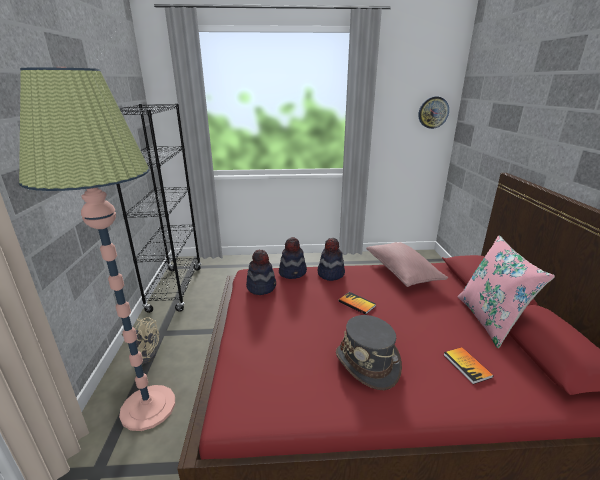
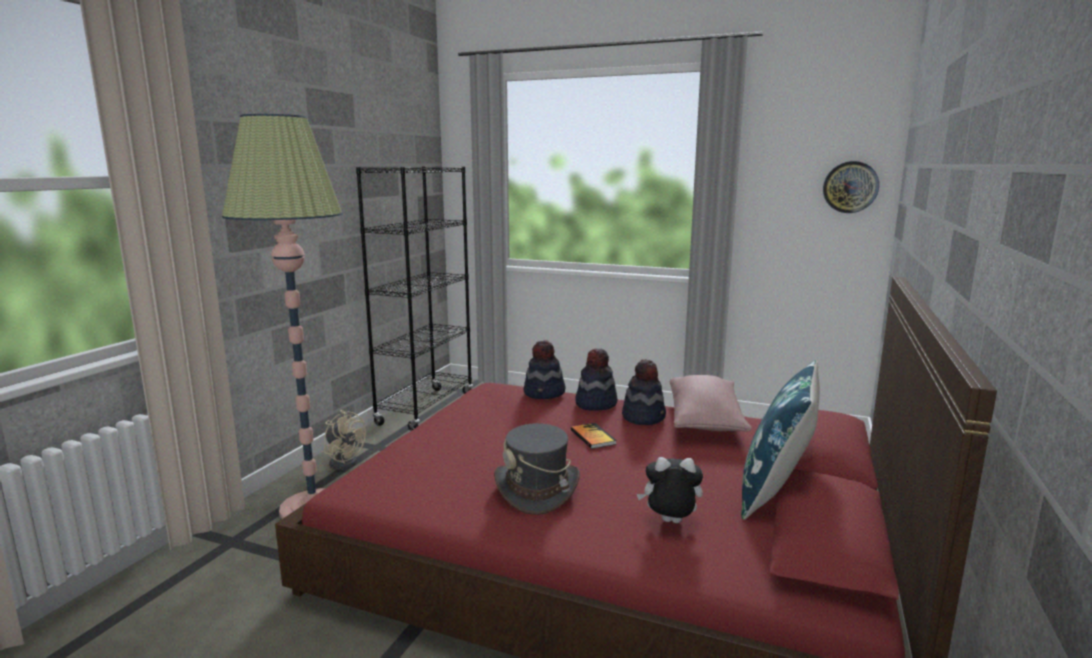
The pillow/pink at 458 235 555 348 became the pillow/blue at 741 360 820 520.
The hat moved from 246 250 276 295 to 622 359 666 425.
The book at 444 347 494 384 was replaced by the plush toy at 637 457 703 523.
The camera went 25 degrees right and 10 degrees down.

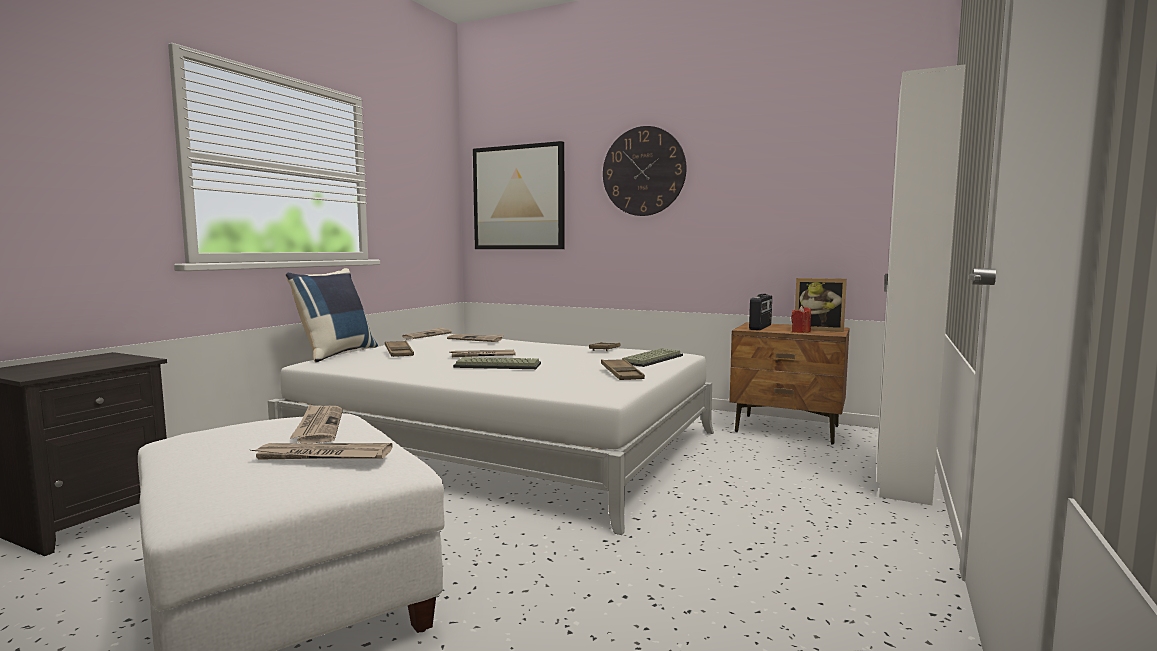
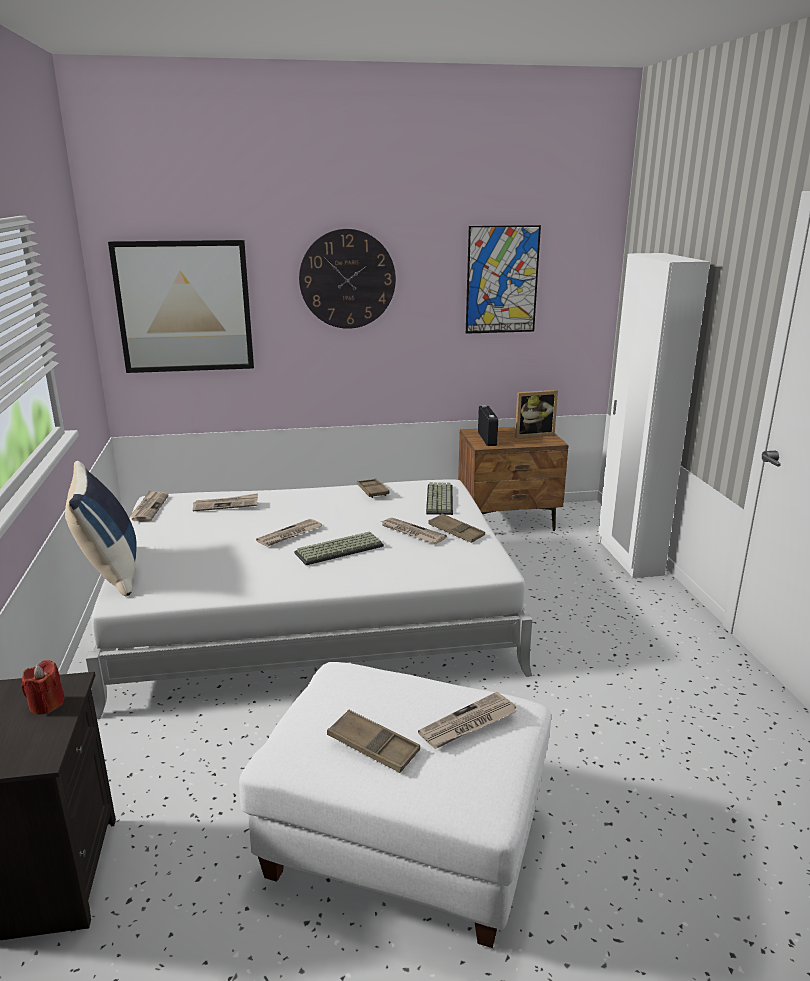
The candle/red moved from 791 306 811 333 to 21 660 65 715.
The tray/brown moved from 385 340 414 357 to 327 709 420 773.
The newspaper moved from 290 404 343 443 to 381 518 447 544.
The picture at 466 225 541 334 appeared.
The camera went 35 degrees left and 15 degrees up.

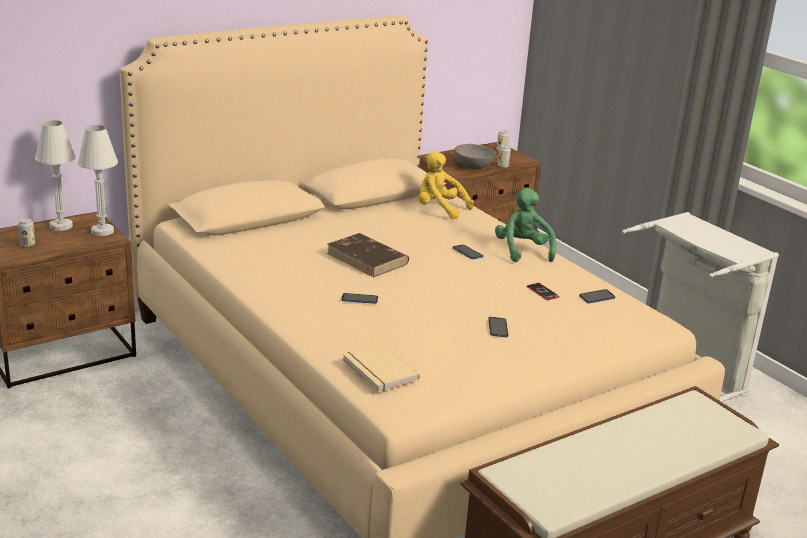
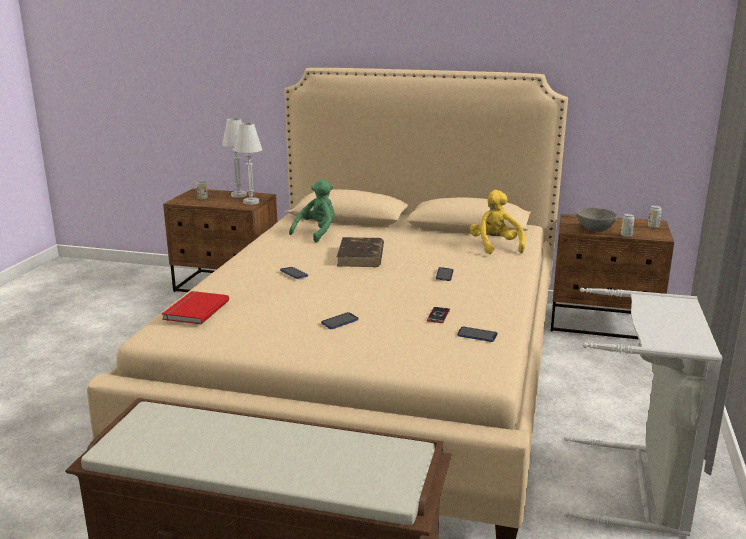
The plush toy/green moved from 495 188 556 262 to 289 179 335 242.
The book/beige at 342 343 420 392 became the book/red at 162 291 229 324.
The camera went 50 degrees right and 5 degrees down.

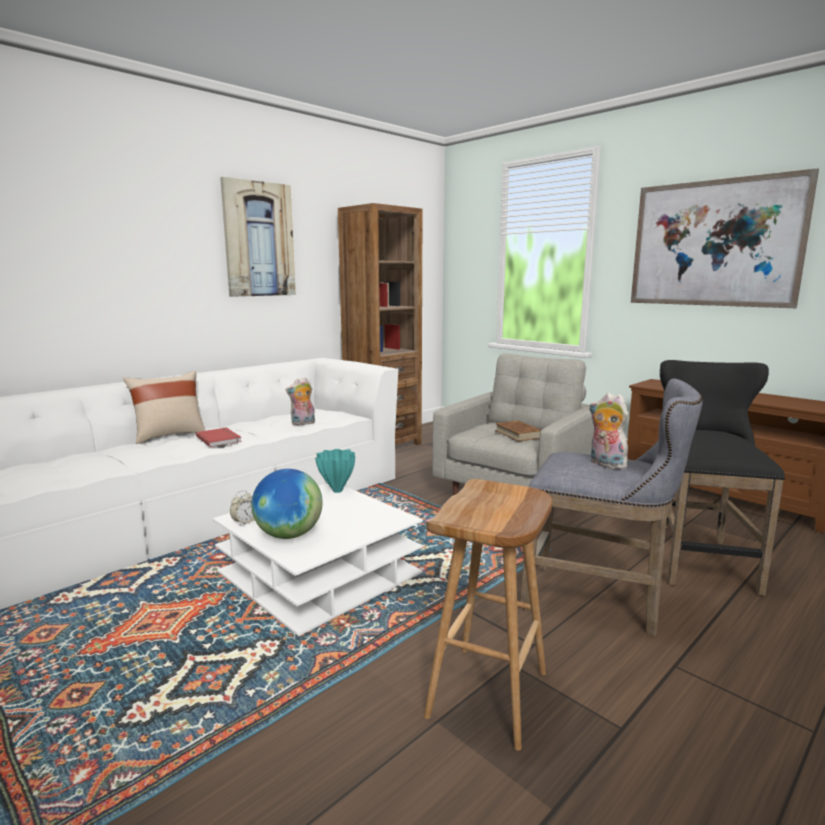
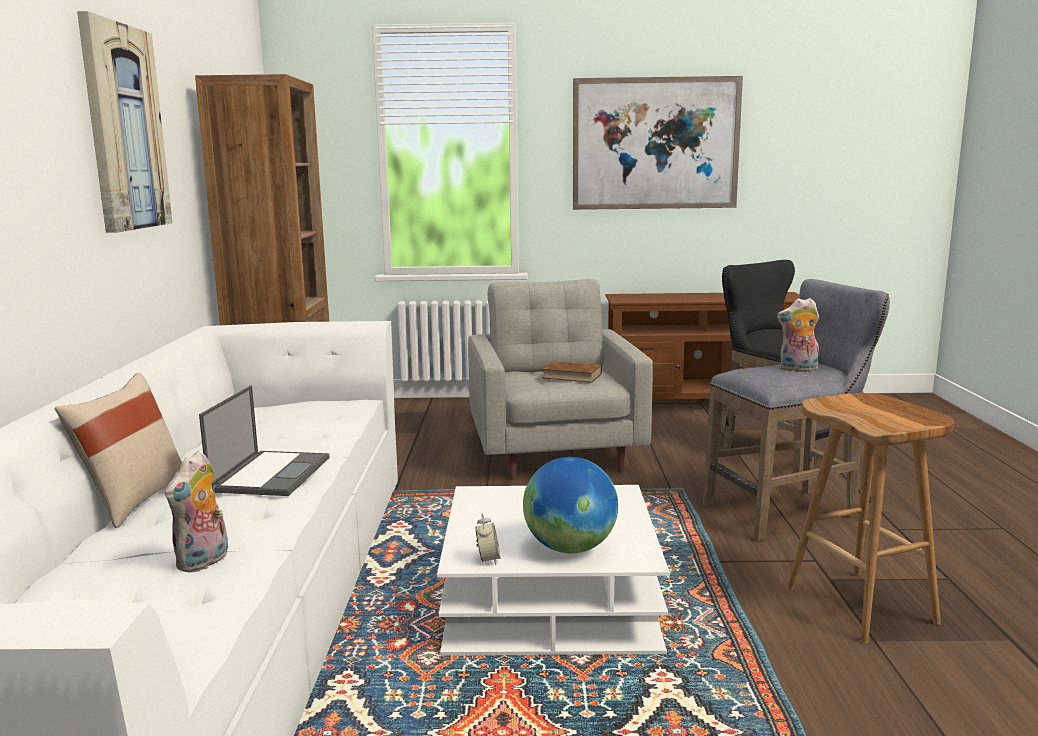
The plush toy moved from 286 377 315 425 to 165 451 228 573.
The book/red at 196 427 242 447 was replaced by the laptop at 199 385 329 496.
The vase/turquoise at 315 449 355 493 disappeared.
The camera went 45 degrees left and 0 degrees up.

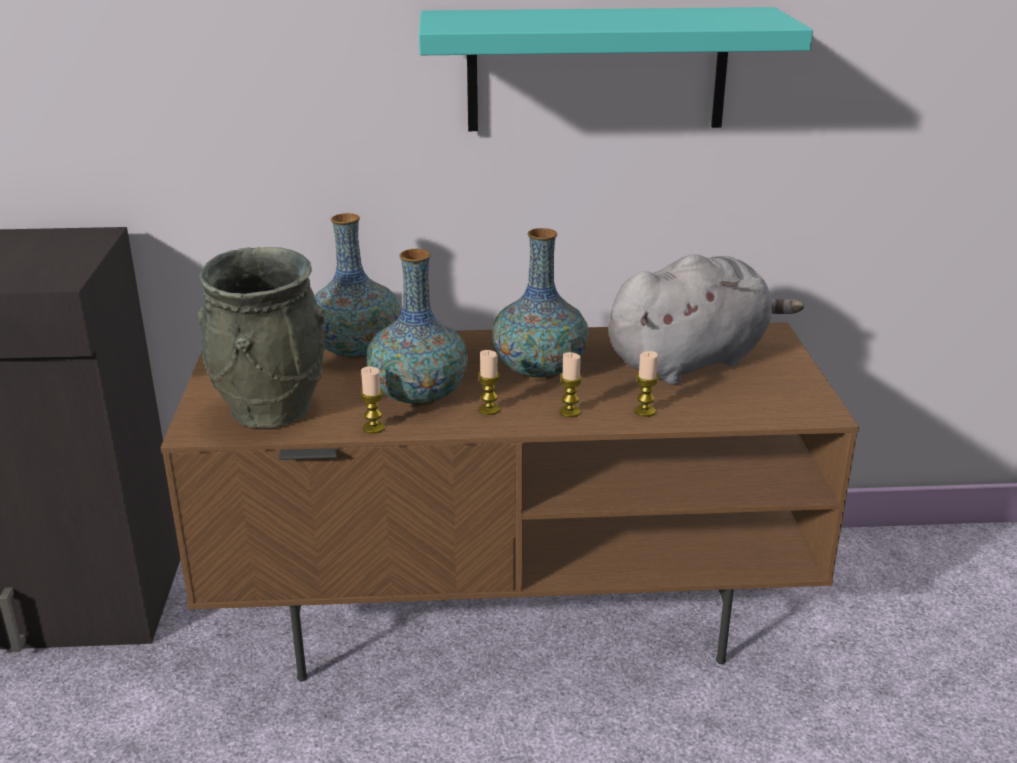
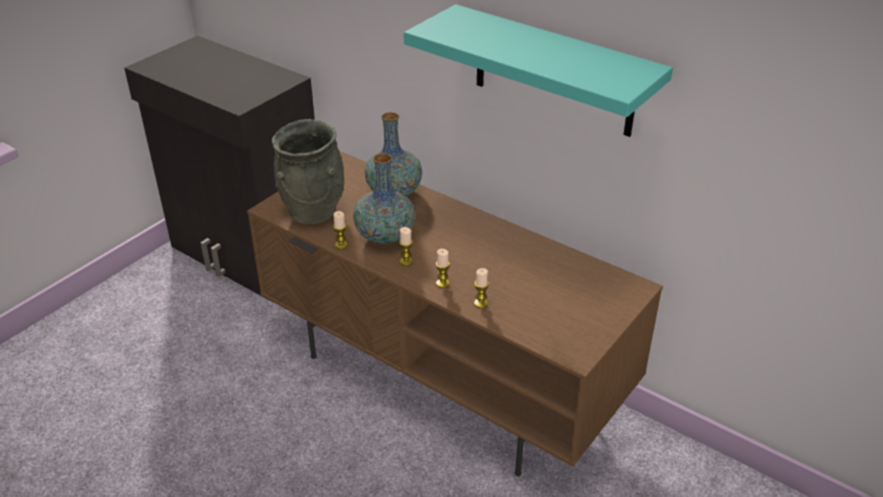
The vase at 492 228 589 380 disappeared.
The plush toy/grey at 608 254 804 385 disappeared.
The camera went 40 degrees right and 10 degrees up.

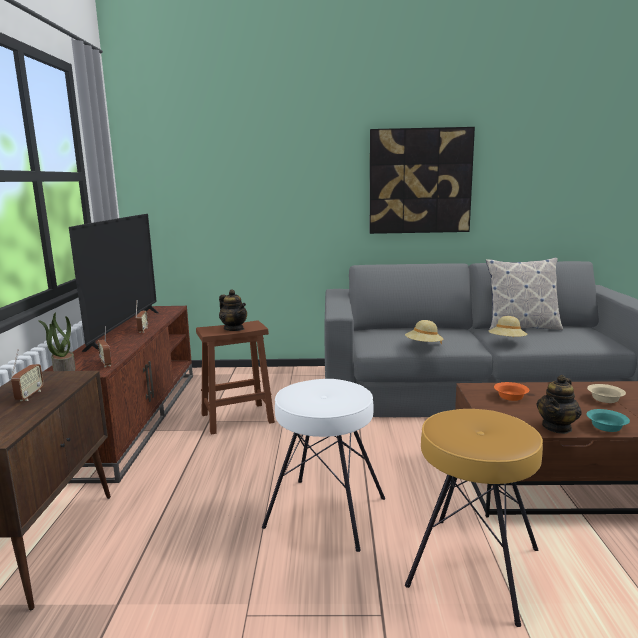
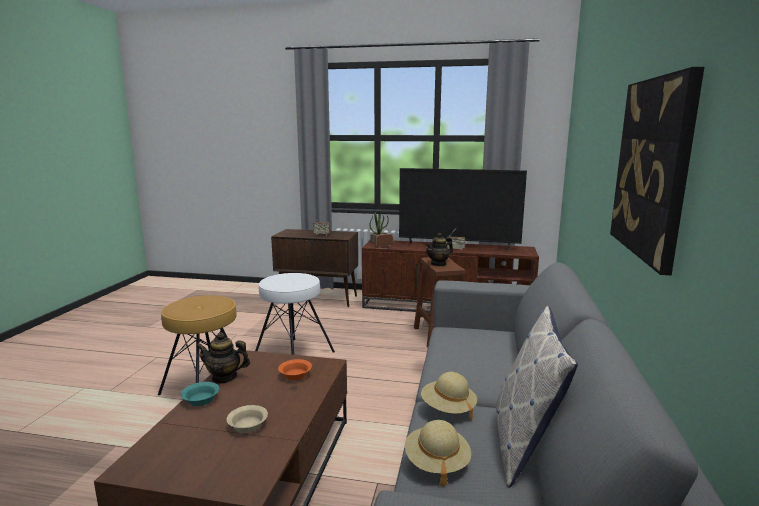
The hat/beige moved from 405 320 443 344 to 405 420 471 487.
The teapot at 537 375 582 434 turned 45 degrees counterclockwise.
The camera went 100 degrees right and 0 degrees up.

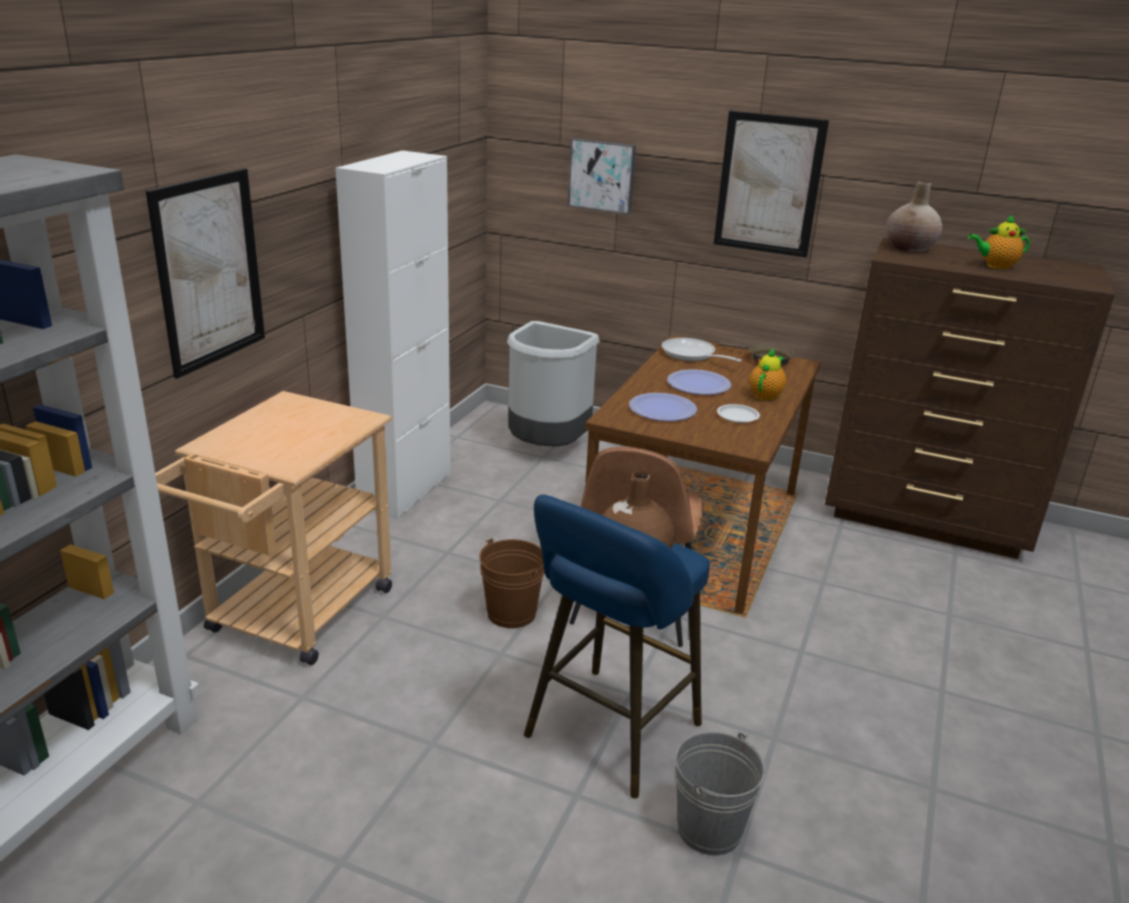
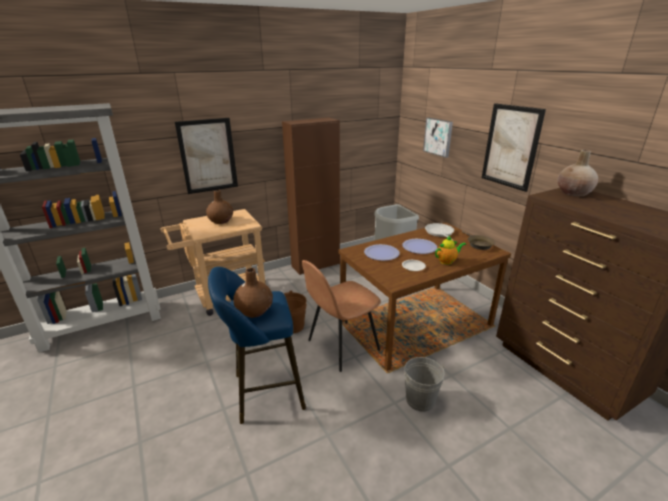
The cabinet/white at 335 150 451 520 became the cabinet/brown at 282 117 340 275.
The teapot at 968 214 1030 270 disappeared.
The bucket/grey moved from 675 732 765 855 to 404 357 446 412.
The vase/brown at 206 190 233 224 appeared.
The camera went 40 degrees right and 0 degrees up.

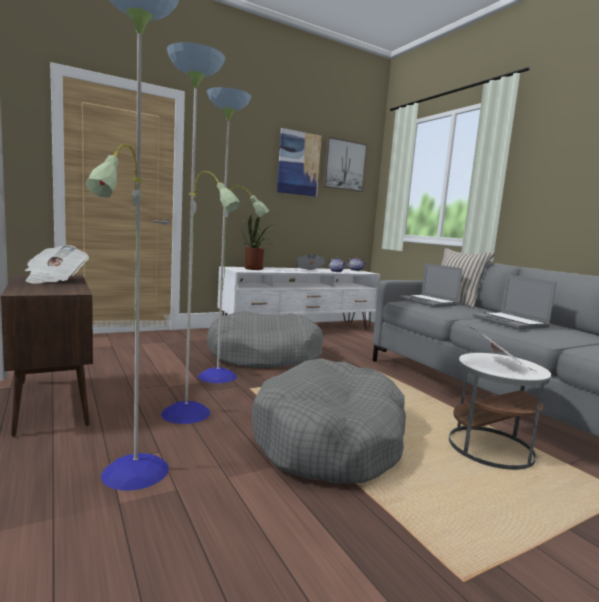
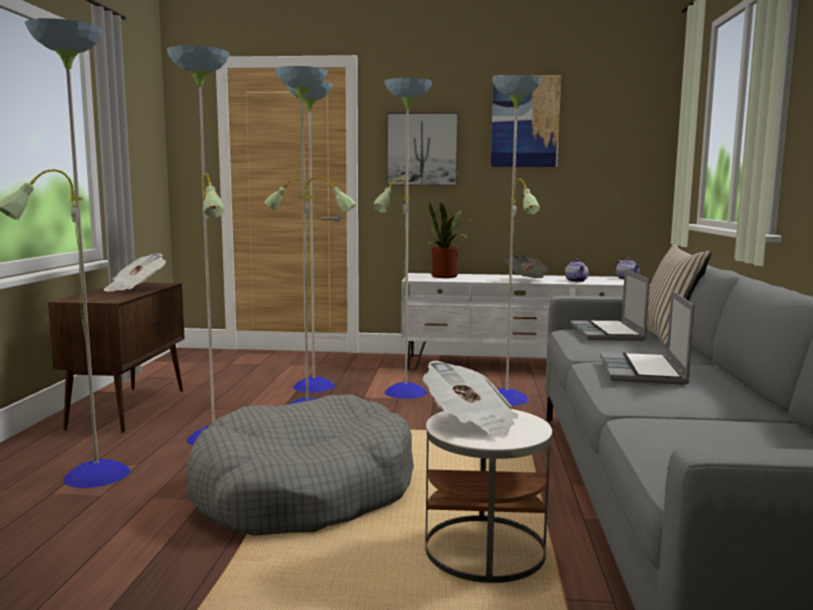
The picture moved from 323 137 367 192 to 386 112 459 186.
The dog bed/grey at 207 311 323 368 was replaced by the floor lamp at 264 75 542 406.
The camera went 35 degrees right and 0 degrees up.

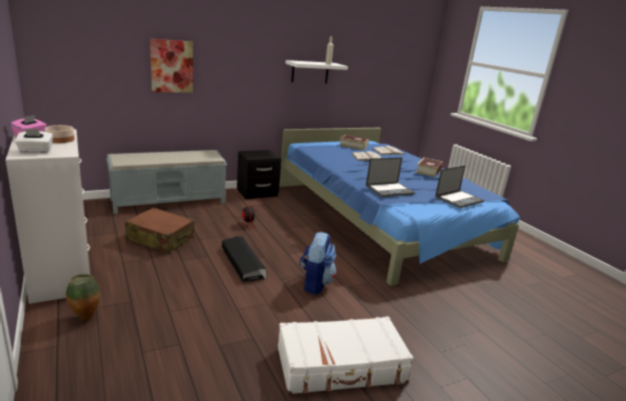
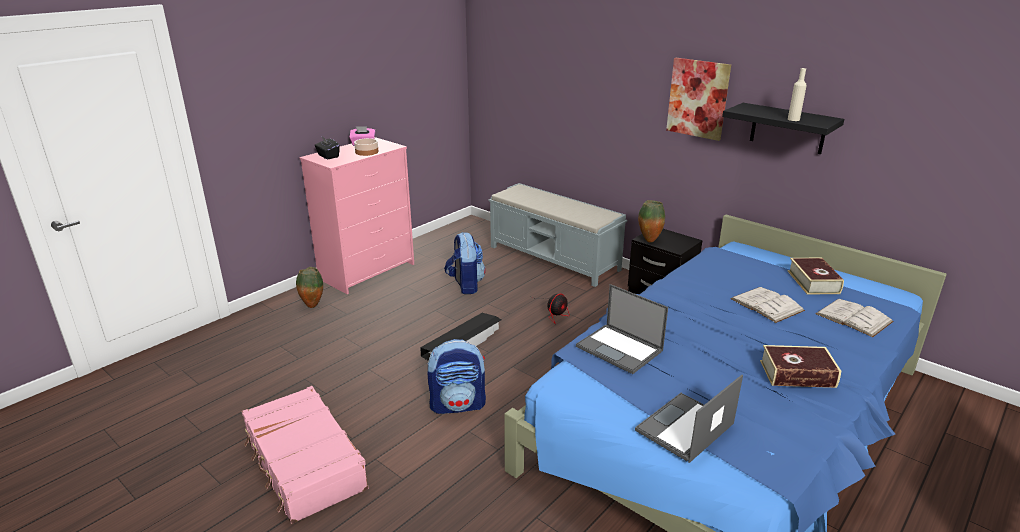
The picture moved from 150 39 193 93 to 666 58 731 141.
The shelf/white at 285 60 348 83 became the shelf/black at 722 103 844 154.
The tissue box/white at 15 128 53 153 became the tissue box/black at 315 137 340 160.
The dresser/white at 6 129 90 304 became the dresser/pink at 300 137 414 294.
The laptop at 435 165 484 208 turned 105 degrees clockwise.
The suitcase/brown at 125 207 195 254 was replaced by the backpack at 444 232 486 294.
The suitcase/white at 278 316 414 395 became the suitcase/pink at 242 386 368 524.
The vase at 638 200 665 243 appeared.
The camera went 70 degrees right and 5 degrees up.

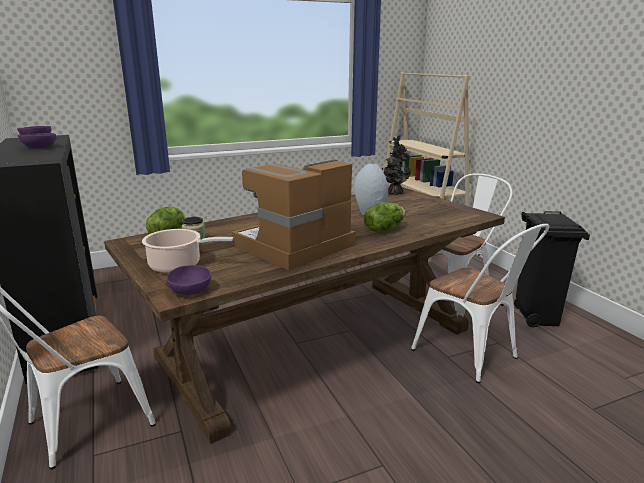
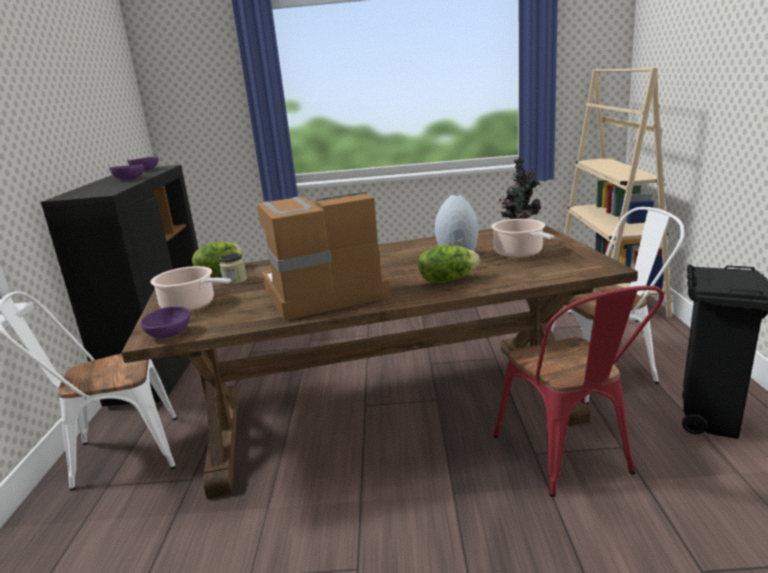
The chair/white at 411 224 550 383 became the chair/red at 493 286 664 497.
The cooking pot at 491 219 555 258 appeared.
The camera went 25 degrees right and 0 degrees up.

